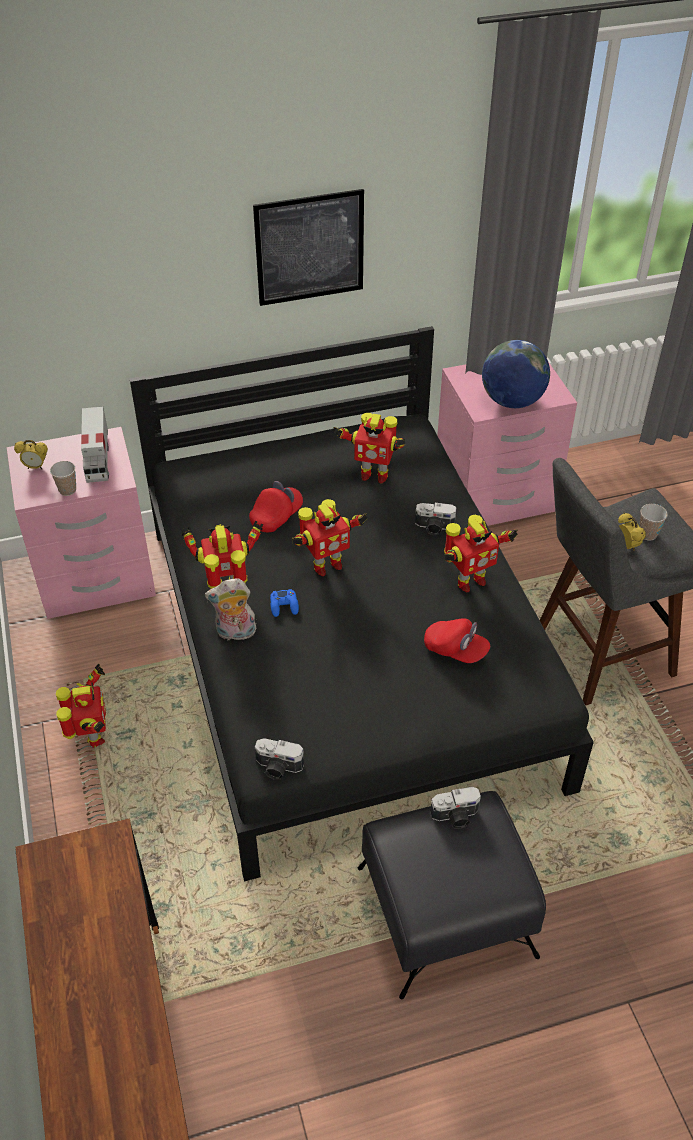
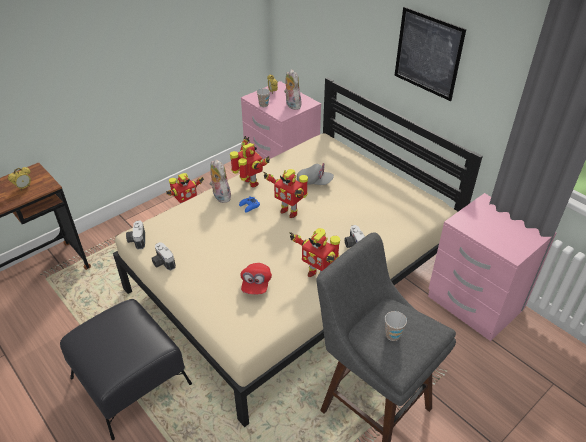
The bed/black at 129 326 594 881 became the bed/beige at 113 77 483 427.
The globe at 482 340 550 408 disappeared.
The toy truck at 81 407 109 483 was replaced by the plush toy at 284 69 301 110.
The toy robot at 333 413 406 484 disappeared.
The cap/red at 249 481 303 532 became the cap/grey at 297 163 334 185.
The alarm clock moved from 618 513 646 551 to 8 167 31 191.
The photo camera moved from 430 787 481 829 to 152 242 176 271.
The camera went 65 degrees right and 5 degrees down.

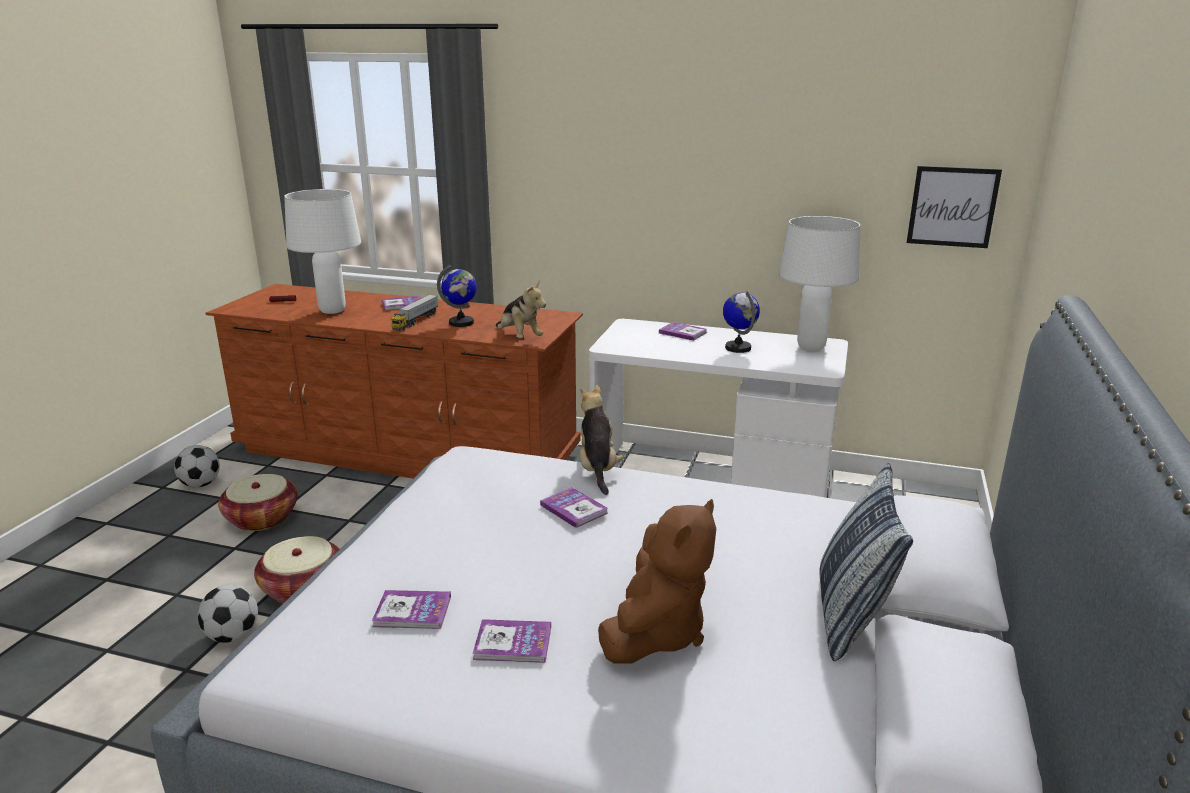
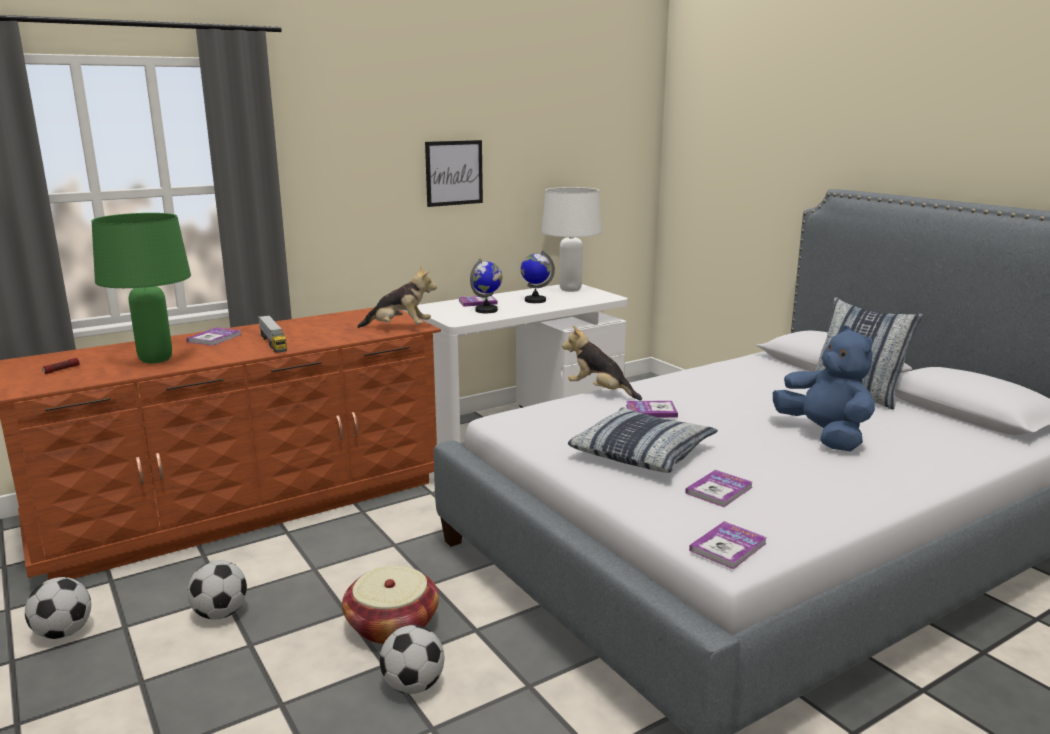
The picture moved from 907 166 1002 248 to 425 140 483 207.
The table lamp/white at 284 189 361 314 became the table lamp/green at 92 213 191 363.
The globe moved from 437 265 477 327 to 470 259 502 313.
The basket at 218 474 298 531 was replaced by the football at 187 560 247 619.
The plush toy/brown at 598 499 716 664 became the plush toy/blue at 773 326 875 451.
The book moved from 473 619 551 663 to 689 521 767 569.
The pillow at 568 407 718 473 appeared.
The camera went 50 degrees left and 5 degrees down.

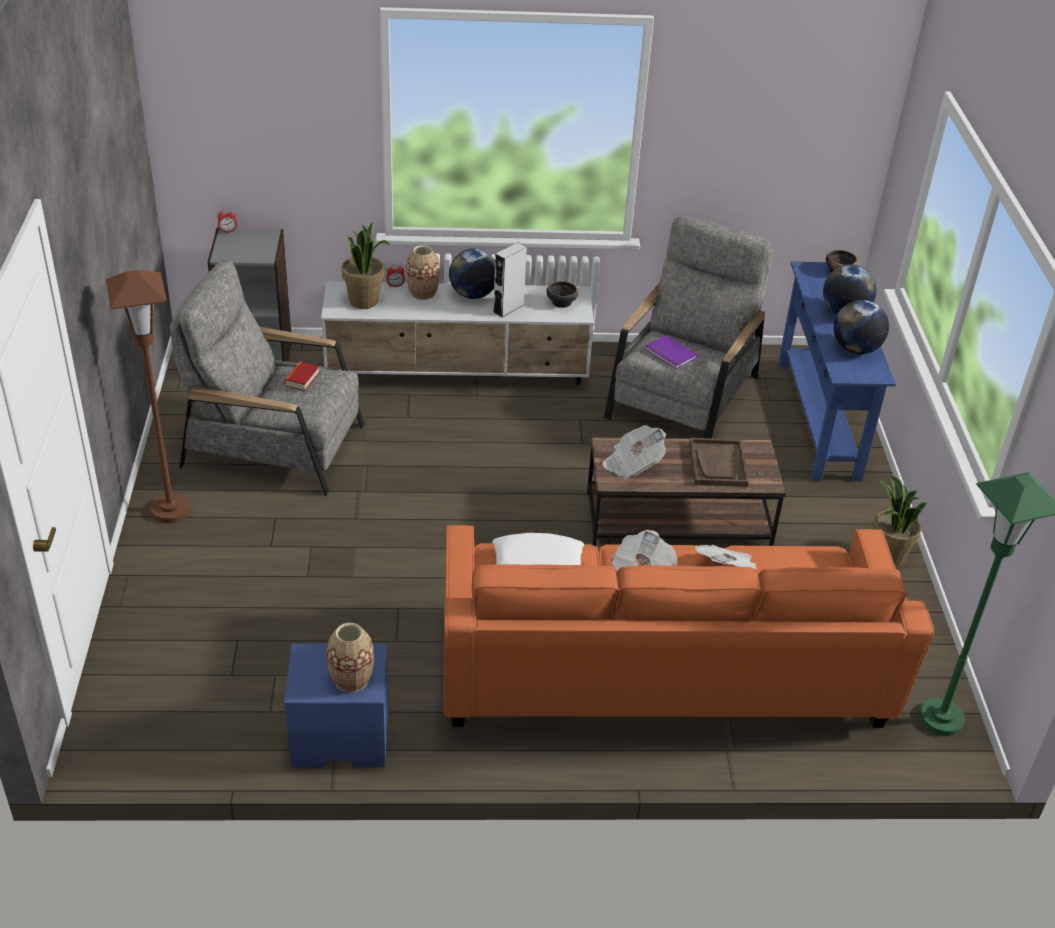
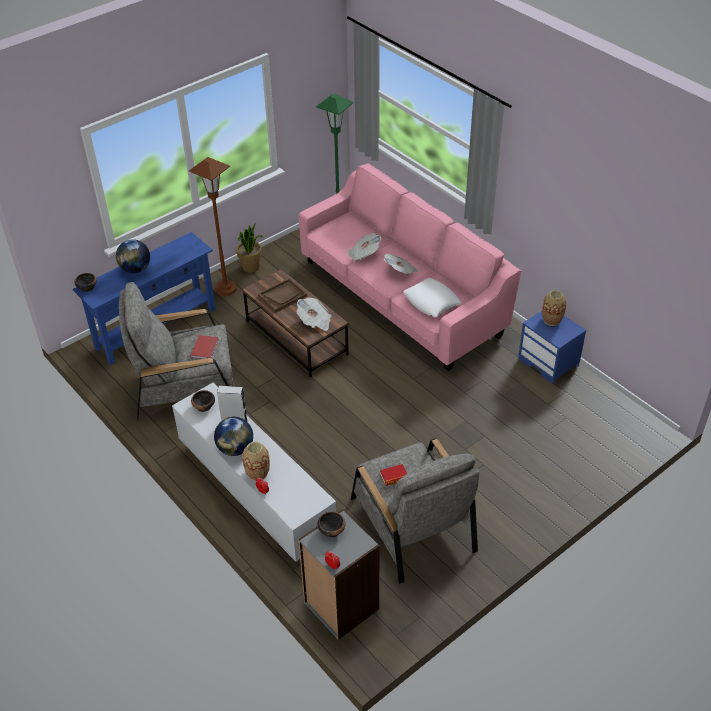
The potted plant at 341 222 390 309 disappeared.
The floor lamp/brown moved from 106 270 190 523 to 189 157 237 296.
The globe at 834 300 889 354 disappeared.
The book/purple at 645 335 698 369 became the book/red at 190 335 219 359.
The sofa/orange at 444 525 934 728 became the sofa/pink at 298 163 521 371.
The bowl at 317 511 346 537 appeared.
The camera went 125 degrees left and 5 degrees up.

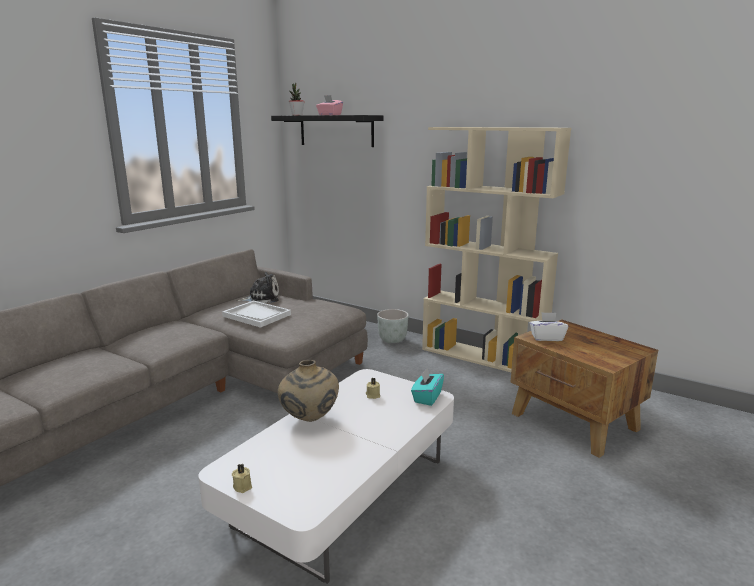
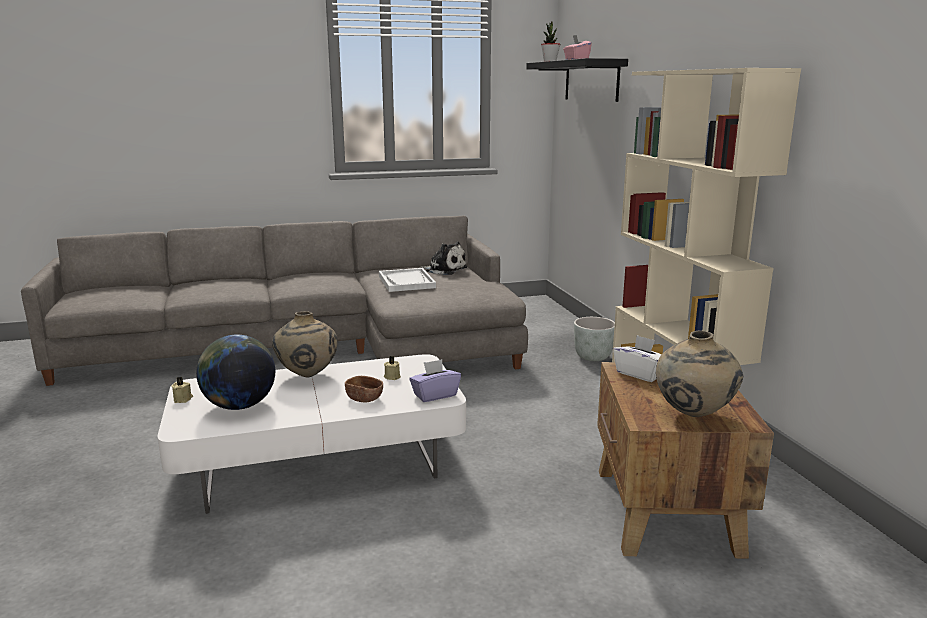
The tissue box/turquoise at 411 367 444 406 became the tissue box/purple at 409 359 461 402.
The vase/beige at 656 330 743 417 appeared.
The globe at 196 334 275 410 appeared.
The bowl/brown at 345 376 383 402 appeared.
The camera went 40 degrees right and 0 degrees up.

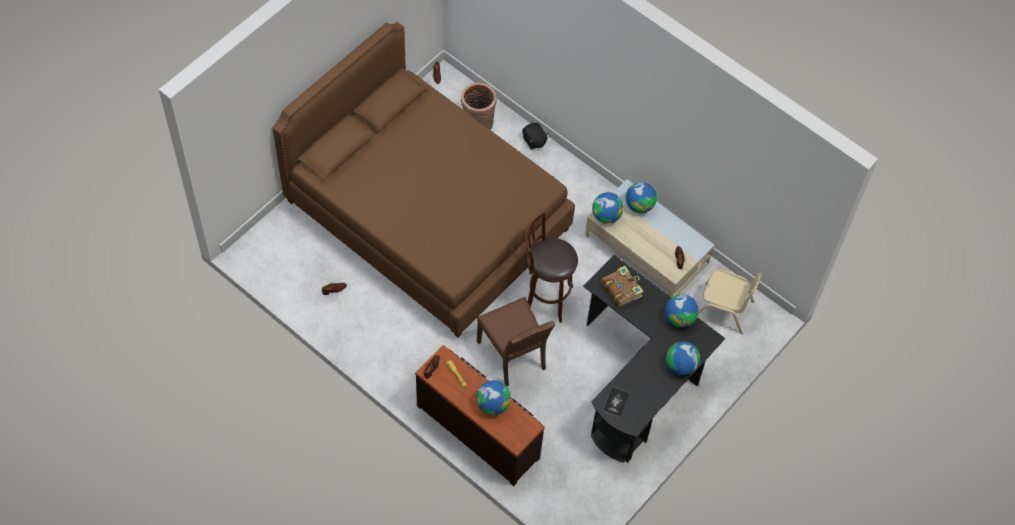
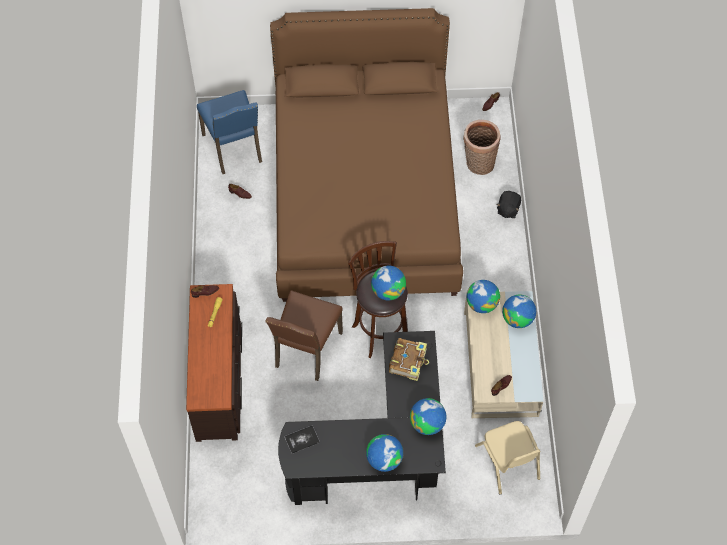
The globe moved from 476 380 511 415 to 371 266 406 300.
The chair/blue at 197 90 262 174 appeared.
The camera went 50 degrees right and 0 degrees up.

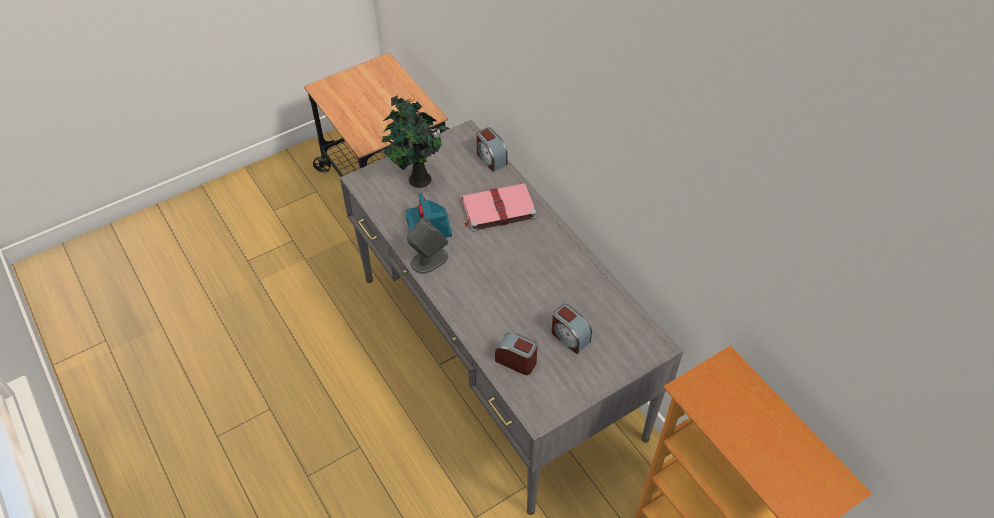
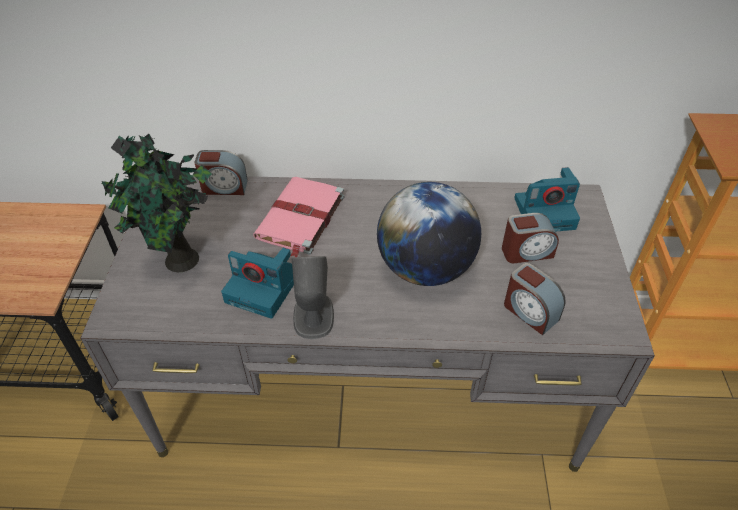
The alarm clock at 495 333 538 375 turned 105 degrees counterclockwise.
The photo camera at 514 167 580 232 appeared.
The globe at 377 182 481 286 appeared.
The camera went 55 degrees left and 5 degrees down.

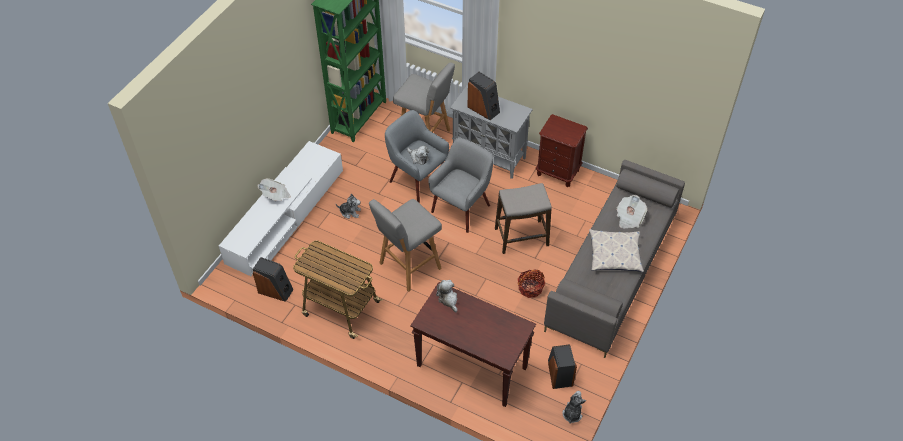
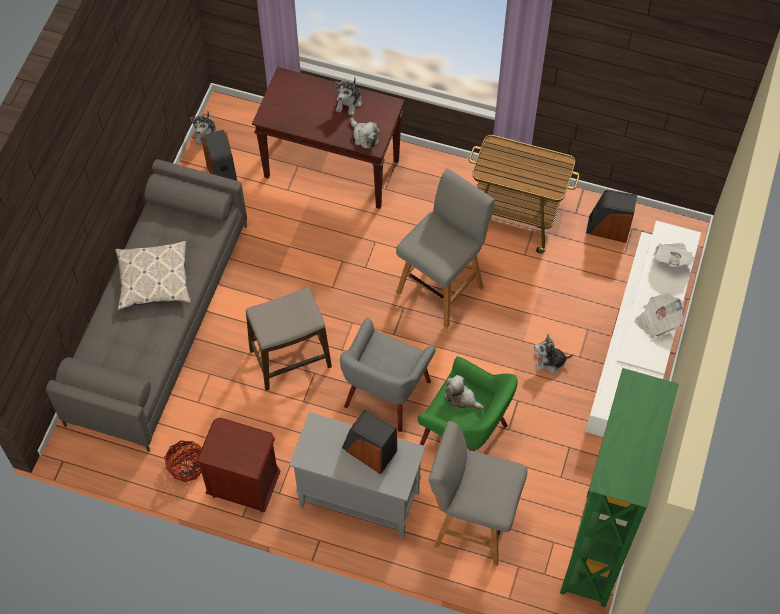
The armchair/grey at 385 110 449 203 became the armchair/green at 417 356 518 451.
The newspaper moved from 617 195 647 228 to 653 243 695 267.
The basket moved from 518 270 545 298 to 164 440 202 482.
The plush toy at 334 78 362 116 appeared.
The camera went 170 degrees right and 10 degrees up.

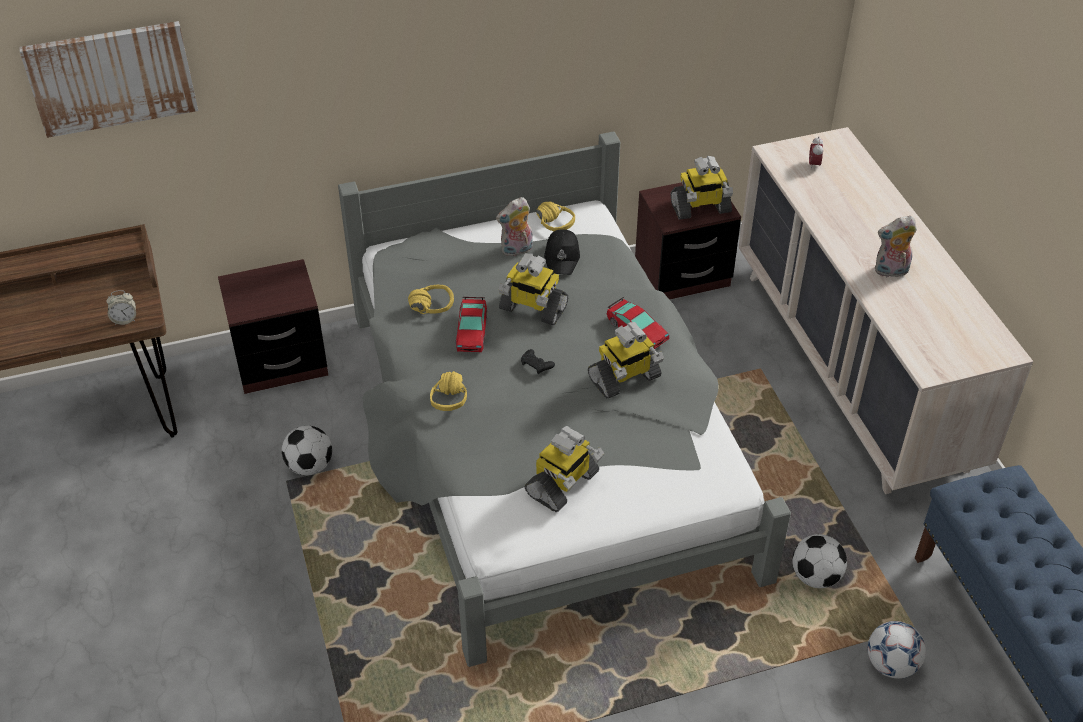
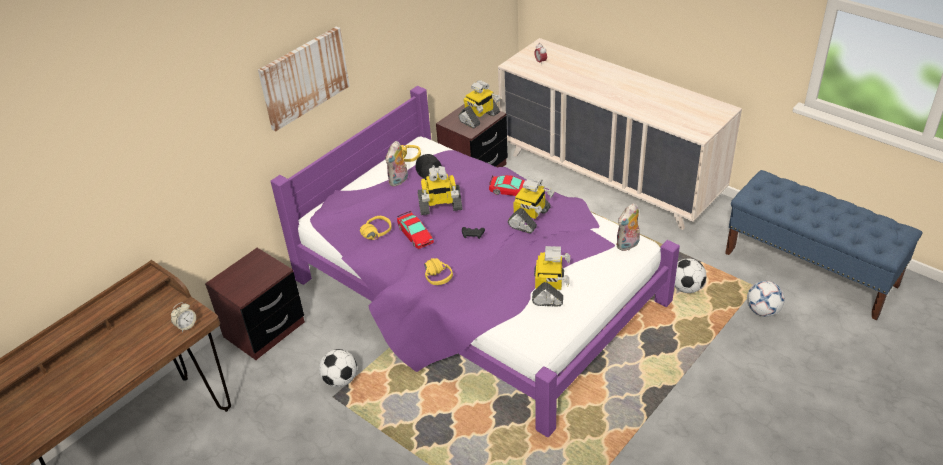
The picture moved from 19 21 198 138 to 258 27 350 131.
The bed/grey at 338 131 791 667 became the bed/purple at 270 86 680 437.
The plush toy moved from 875 216 917 277 to 617 203 640 251.
The camera went 30 degrees left and 5 degrees down.

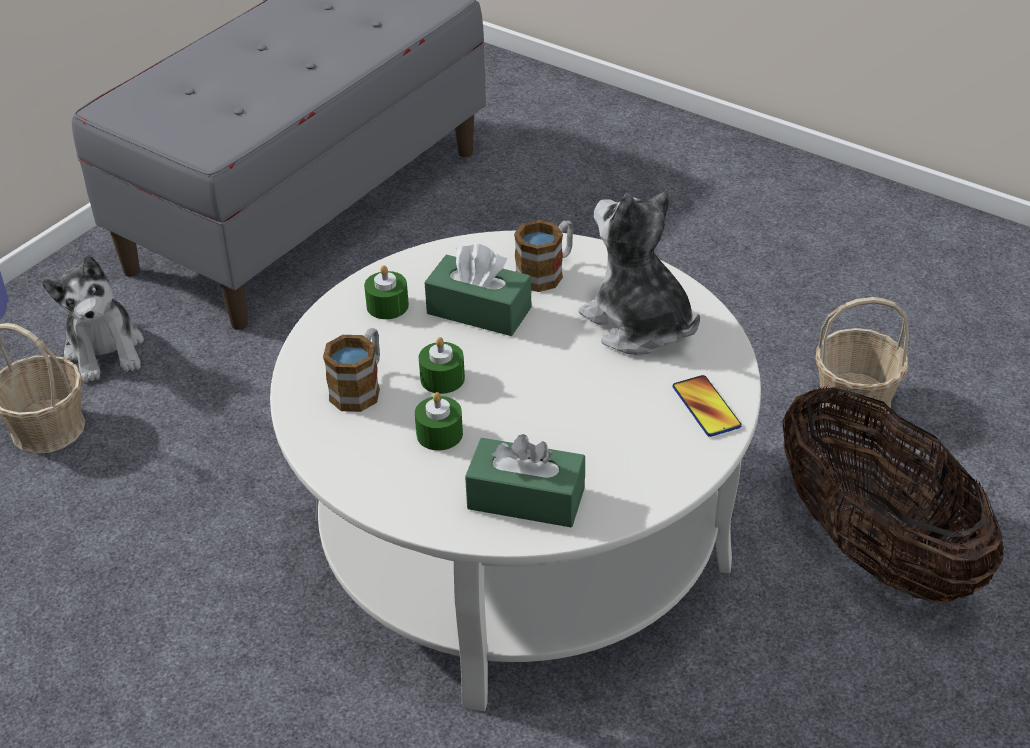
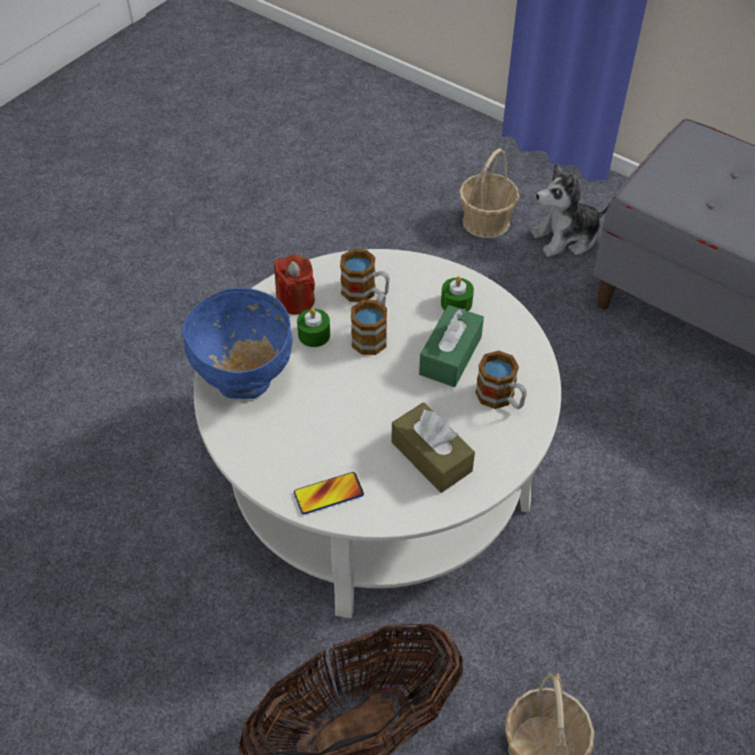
The plush toy at 579 189 700 355 was replaced by the tissue box/brown at 392 402 475 493.
The candle/green at 419 337 465 394 was replaced by the mug at 351 293 387 355.
The tissue box/green at 465 434 585 527 was replaced by the bowl/blue at 182 288 293 399.
The candle/red at 274 254 315 315 appeared.
The camera went 90 degrees right and 10 degrees up.

